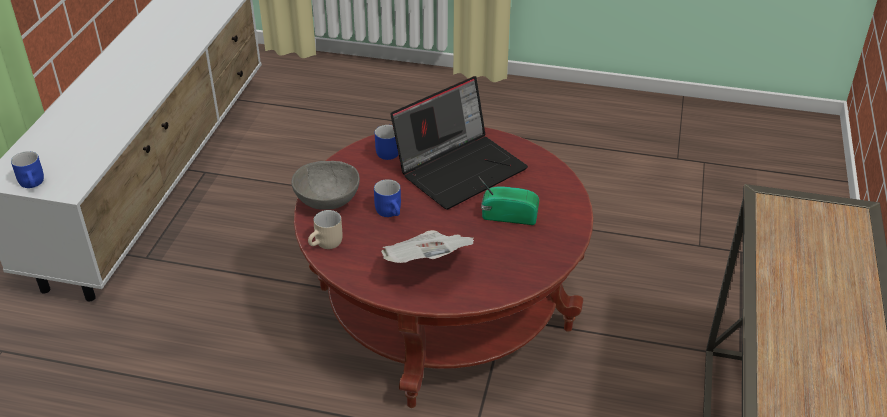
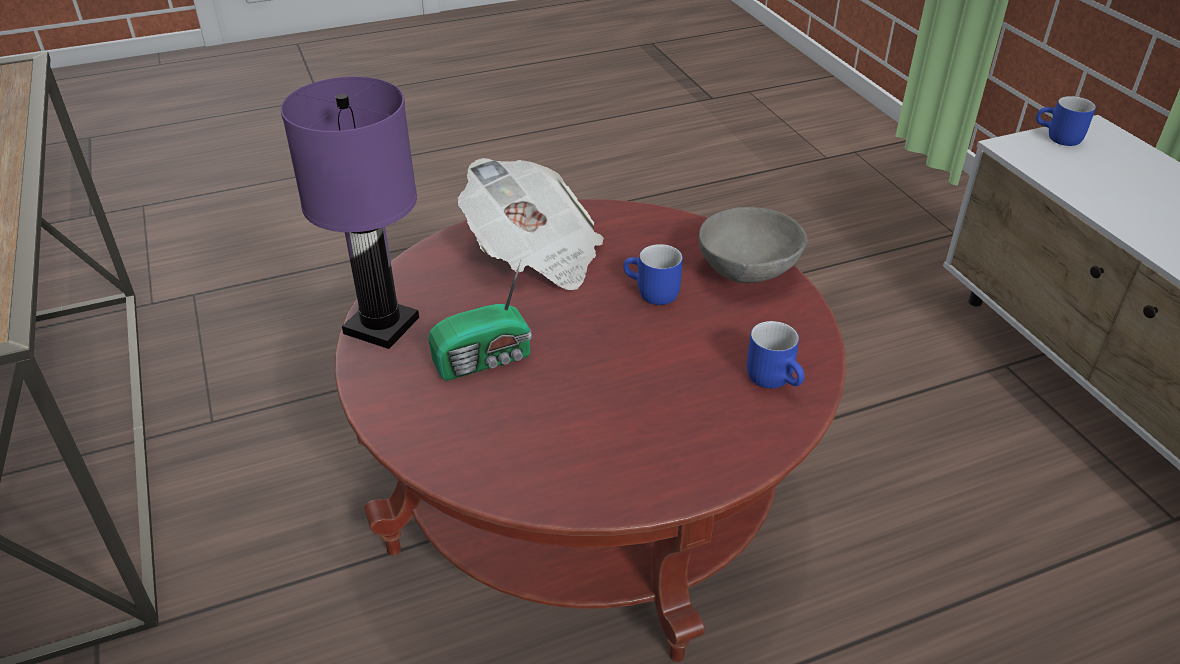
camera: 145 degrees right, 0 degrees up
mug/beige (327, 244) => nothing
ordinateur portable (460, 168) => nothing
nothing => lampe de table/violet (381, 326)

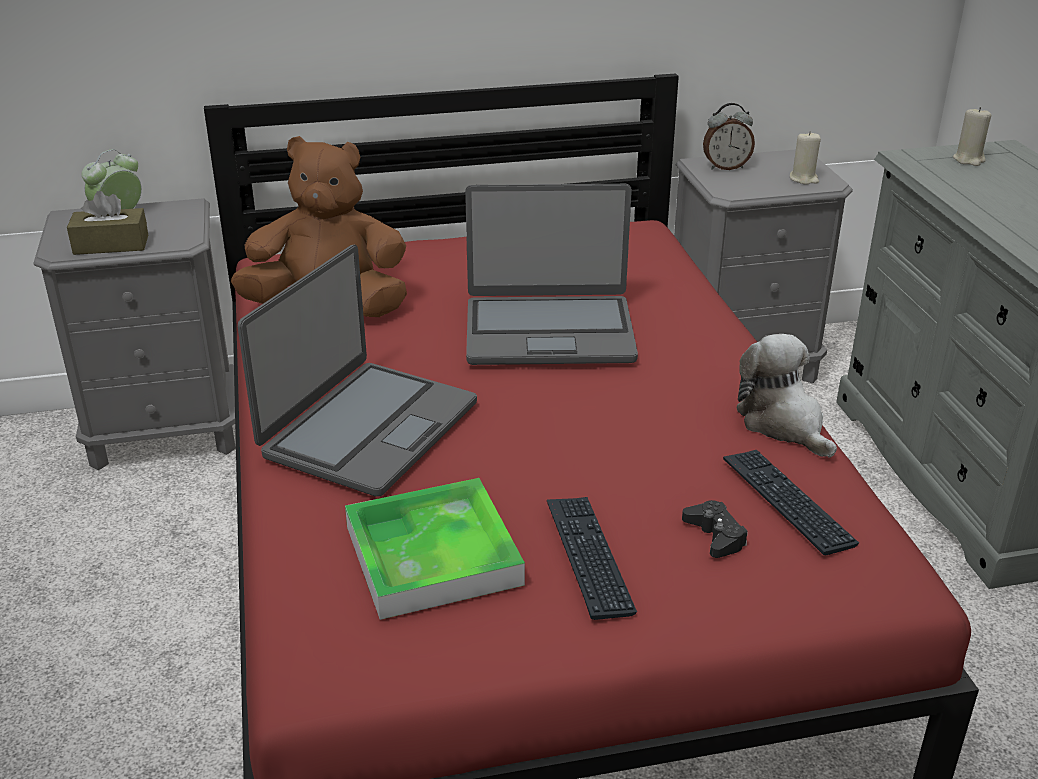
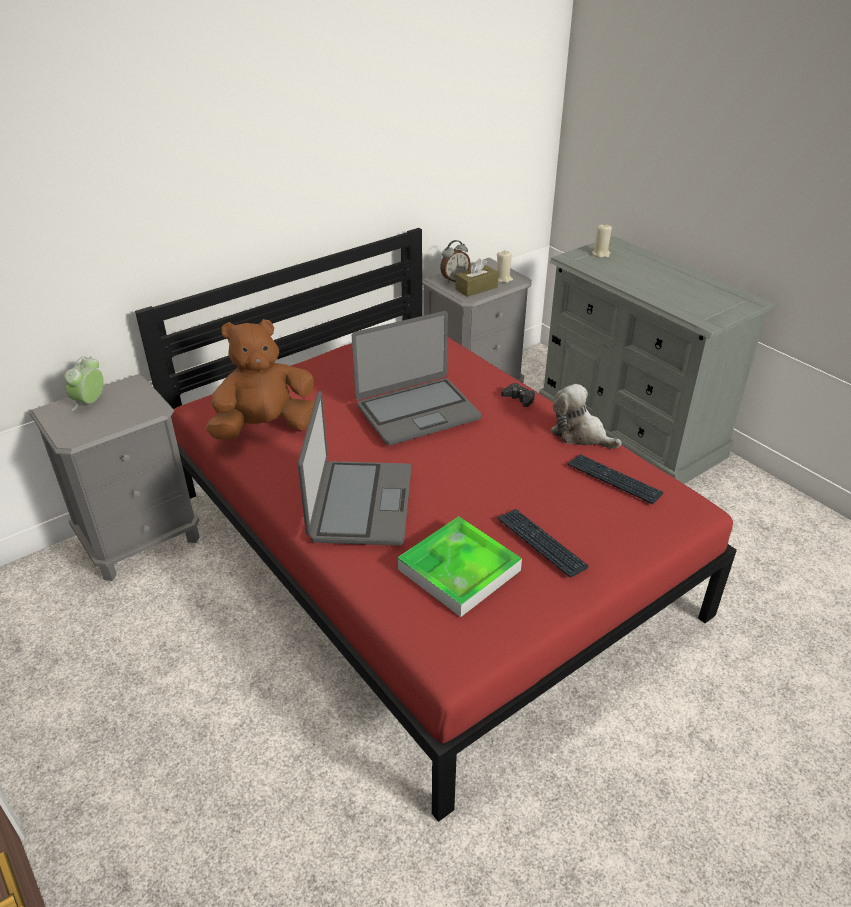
camera: 25 degrees left, 5 degrees up
boîte à mouchoirs/marron (111, 245) => boîte à mouchoirs/marron (476, 288), move
manette/noir (715, 536) => manette/noir (519, 399), move

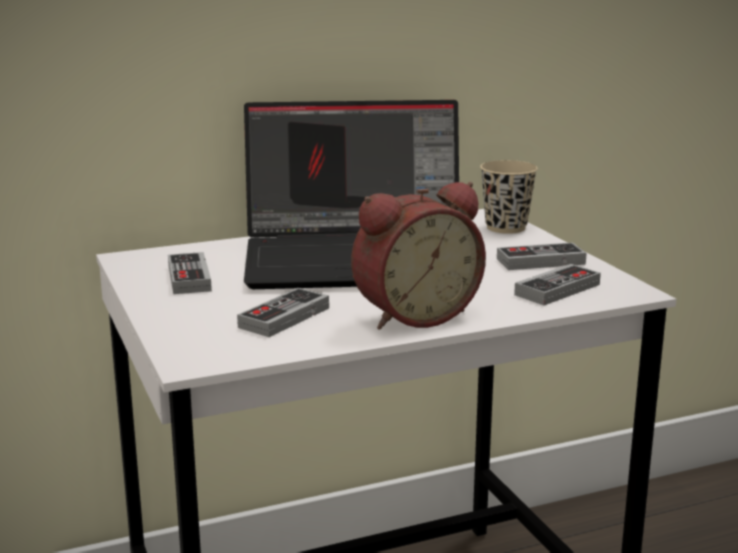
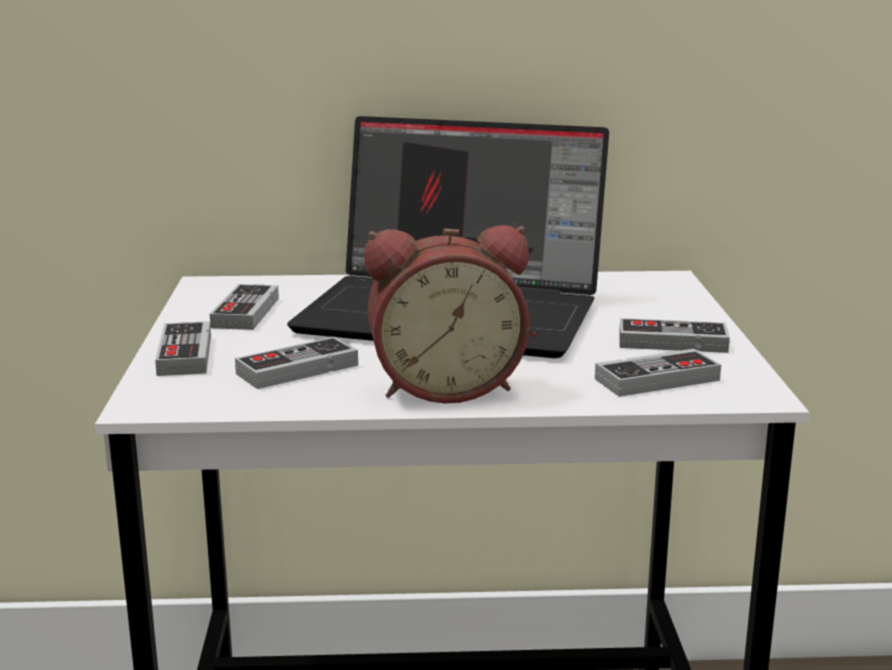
camera: 20 degrees right, 0 degrees up
tasse/beige (506, 227) => nothing
nothing => manette (185, 355)

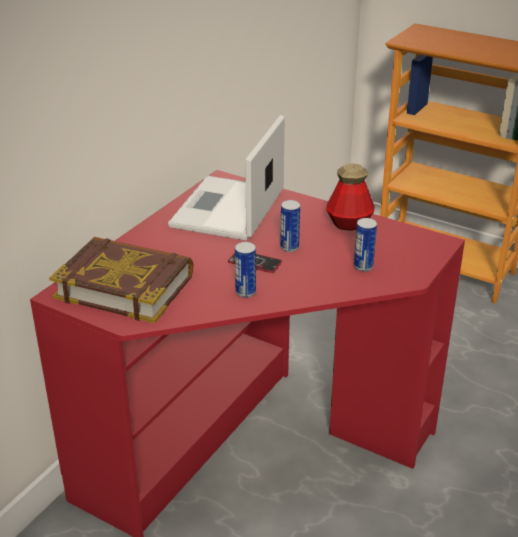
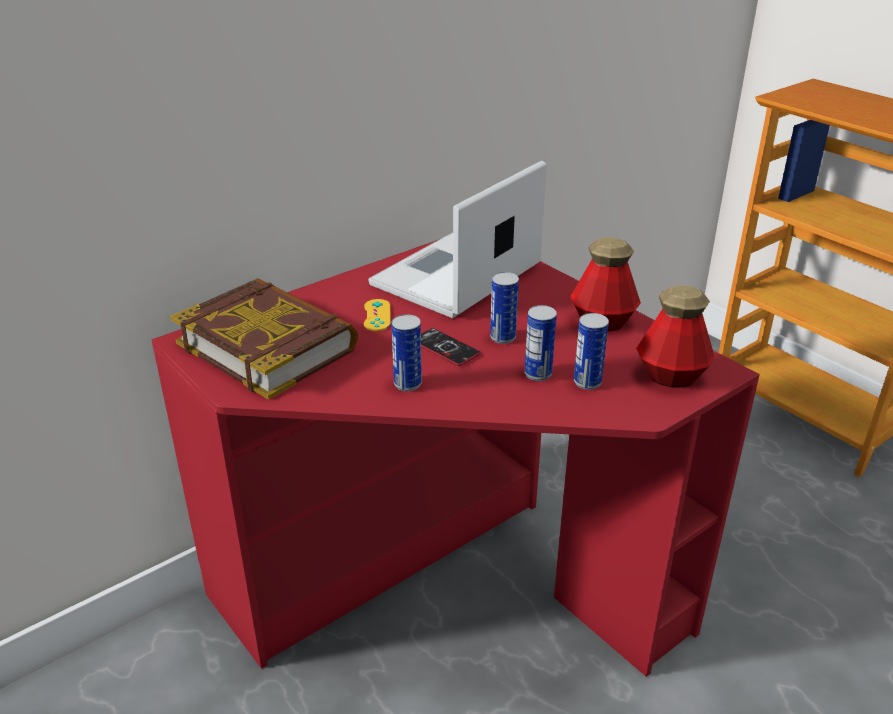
camera: 20 degrees right, 0 degrees up
nothing => manette/jaune (377, 315)
nothing => boîte métallique (538, 374)
nothing => bouteille (671, 376)

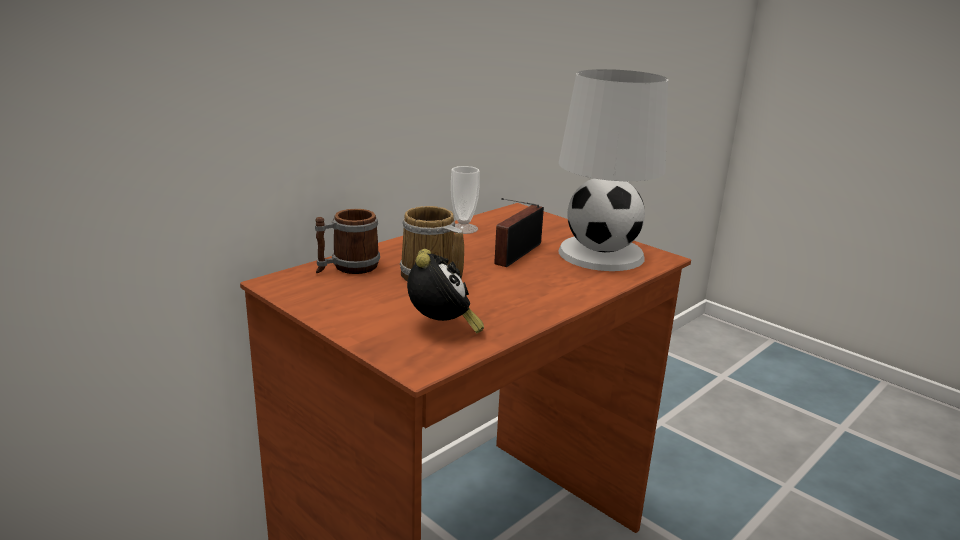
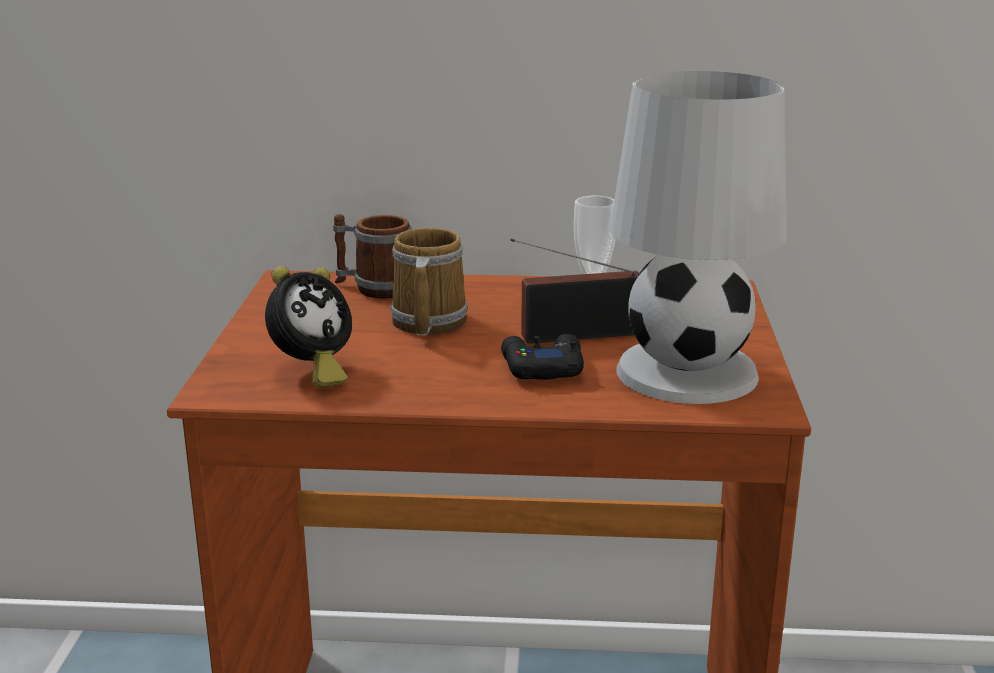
camera: 50 degrees right, 0 degrees up
nothing => manette/noir (541, 368)

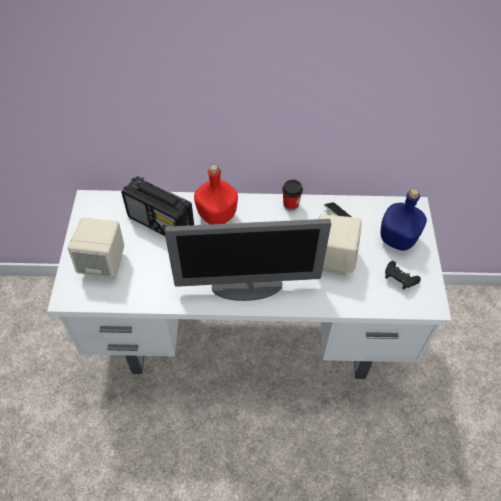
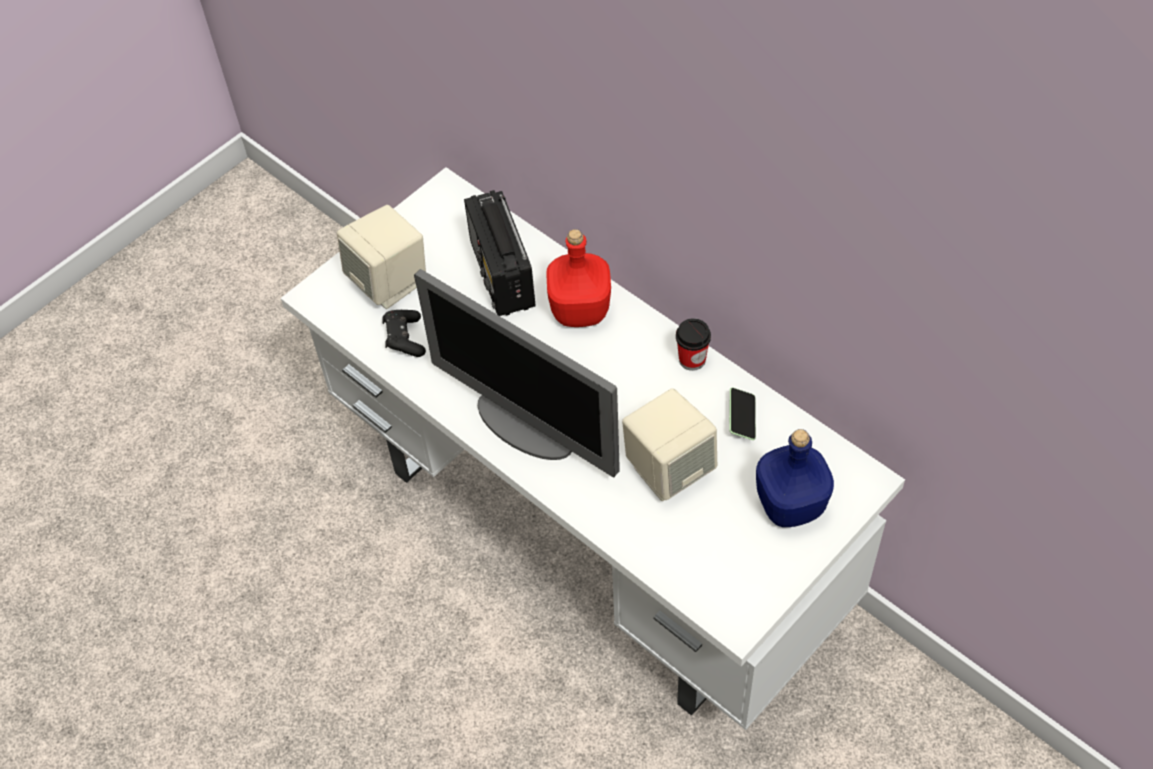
camera: 45 degrees right, 0 degrees up
manette/noir (399, 279) => manette/noir (404, 339), move

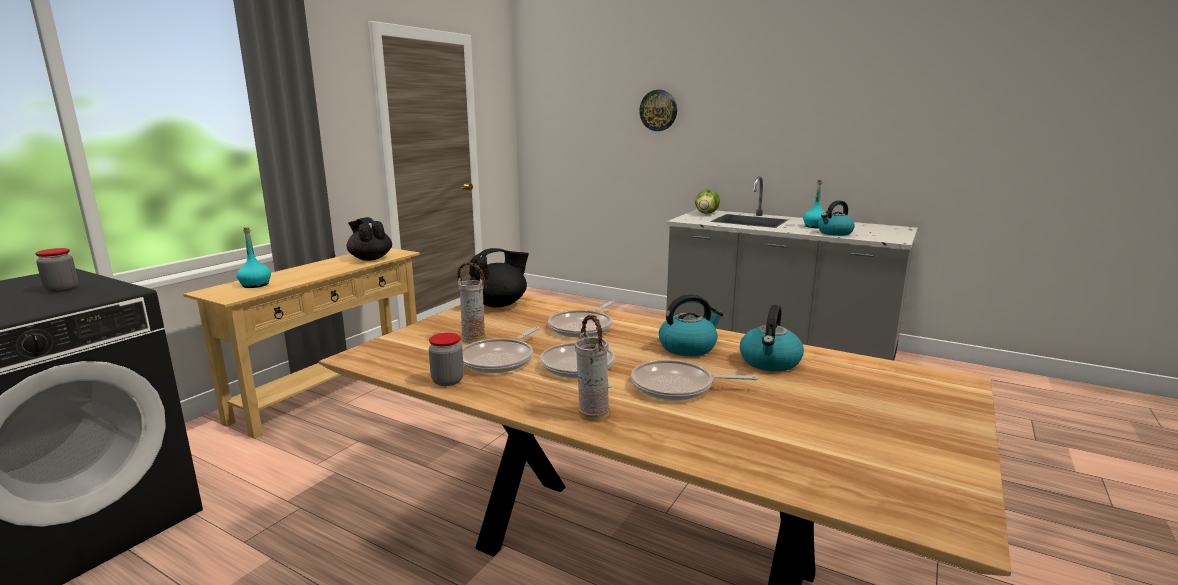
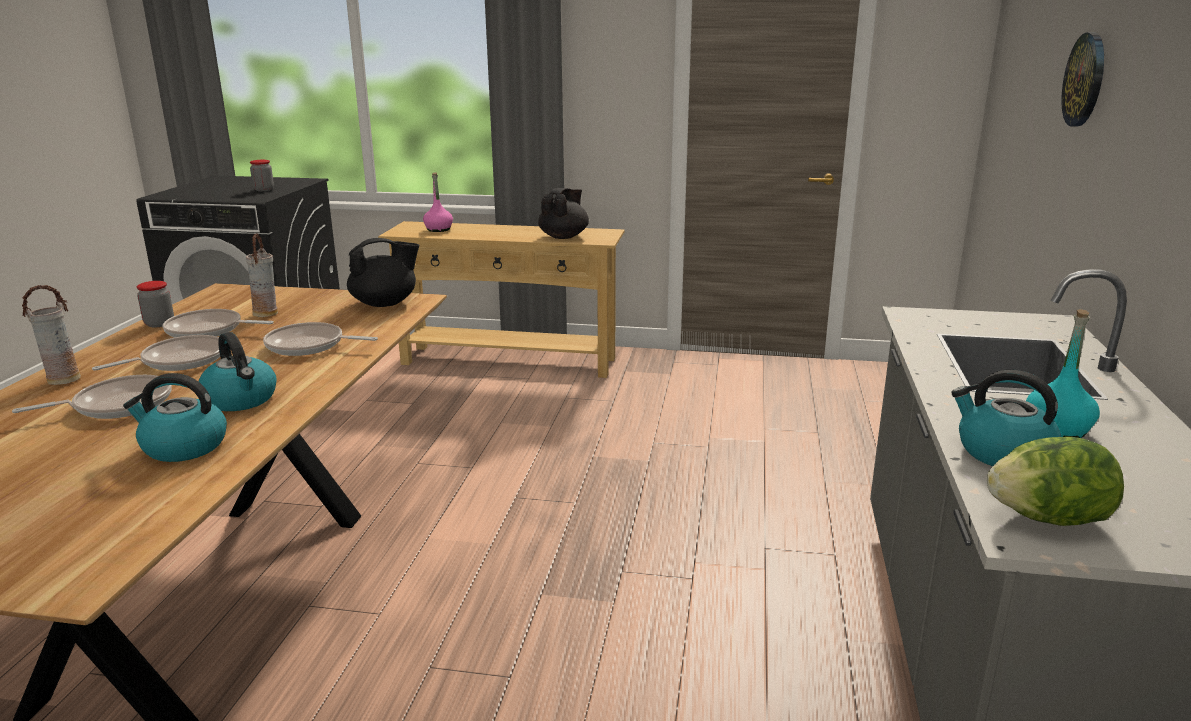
camera: 70 degrees right, 5 degrees up
laitue (706, 213) => laitue (1048, 519), move
bouteille/turquoise (255, 285) => bouteille/rose (438, 229)
théière/noir (499, 304) => théière/noir (385, 303), 60 degrees counterclockwise
poêle (677, 387) => poêle (117, 405), 75 degrees clockwise

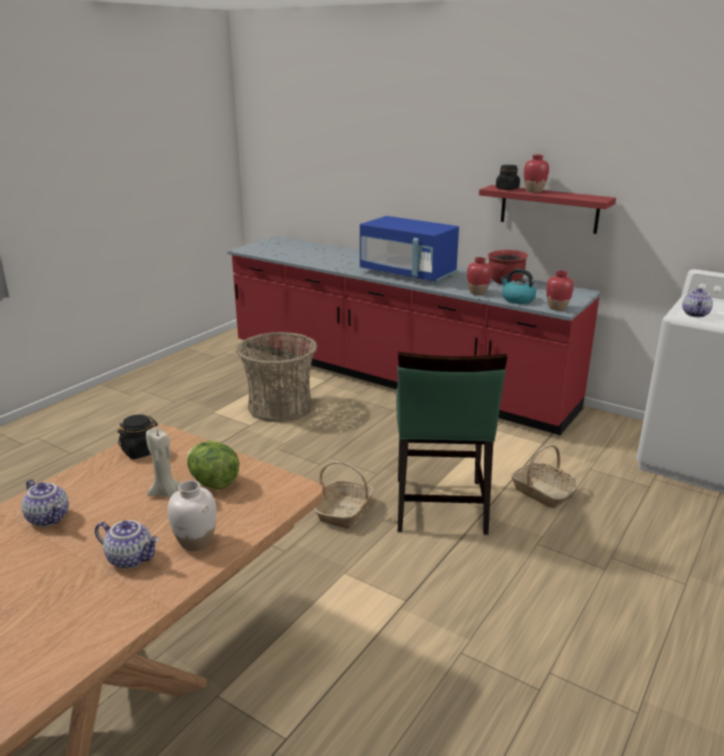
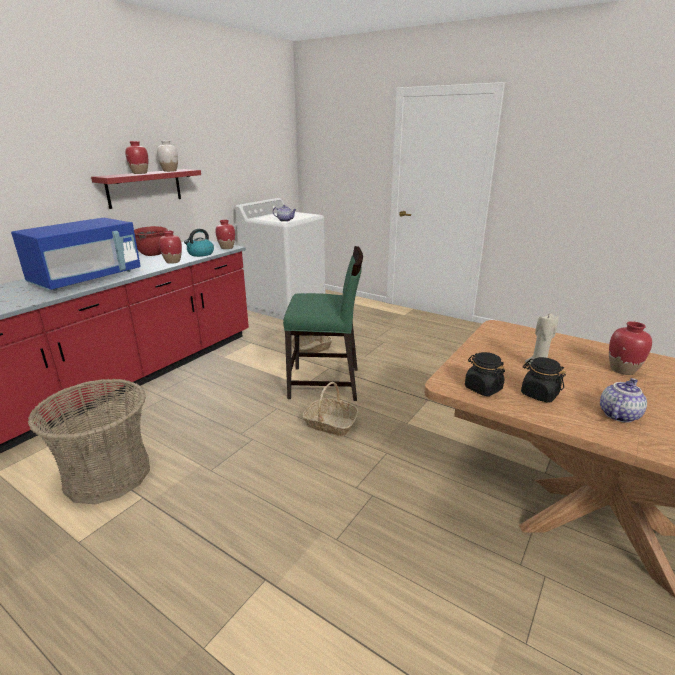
camera: 90 degrees left, 0 degrees up
laitue (213, 482) => nothing
vase/blanc (196, 542) => vase/blanc (170, 171), move
bocal/noir (507, 189) => bocal/noir (539, 394), move
théière (131, 558) => vase/rouge (622, 370)

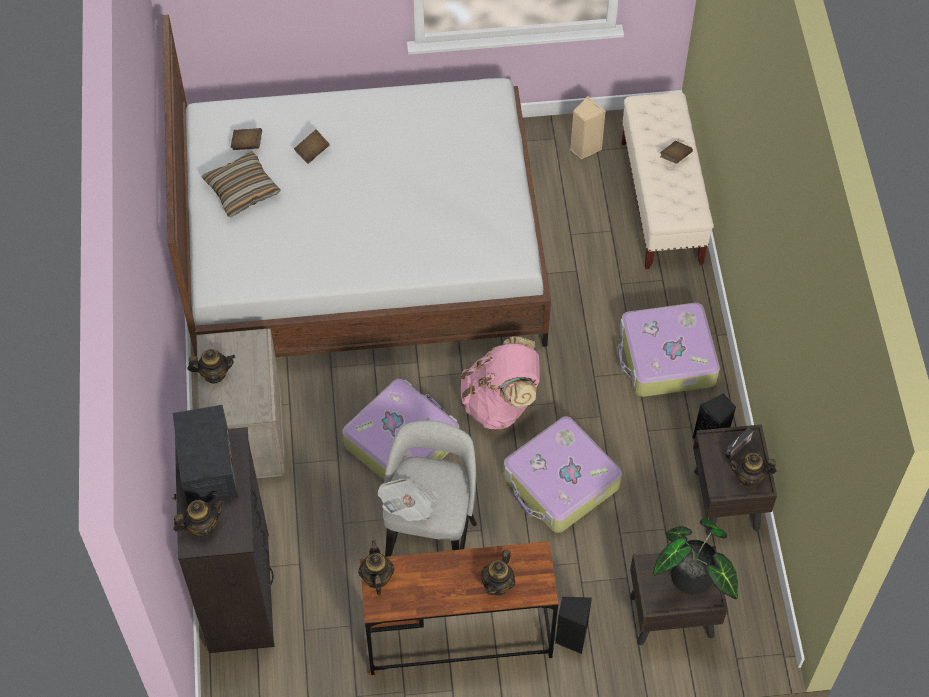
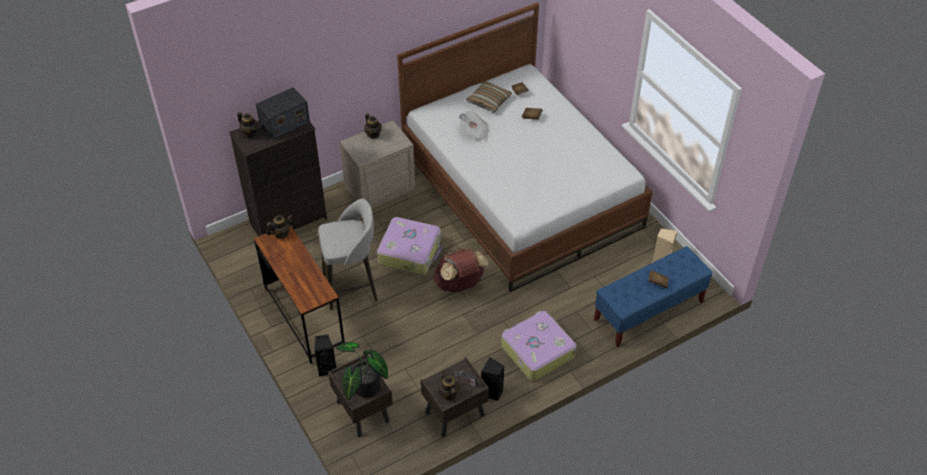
camera: 65 degrees right, 10 degrees down
théière (498, 584) => nothing
valise (560, 483) => nothing
journal (410, 506) => journal (474, 132), move
sac à dos/rose (500, 402) => sac à dos/marron (460, 284)
banc/beige (661, 202) => banc/bleu (648, 311)

